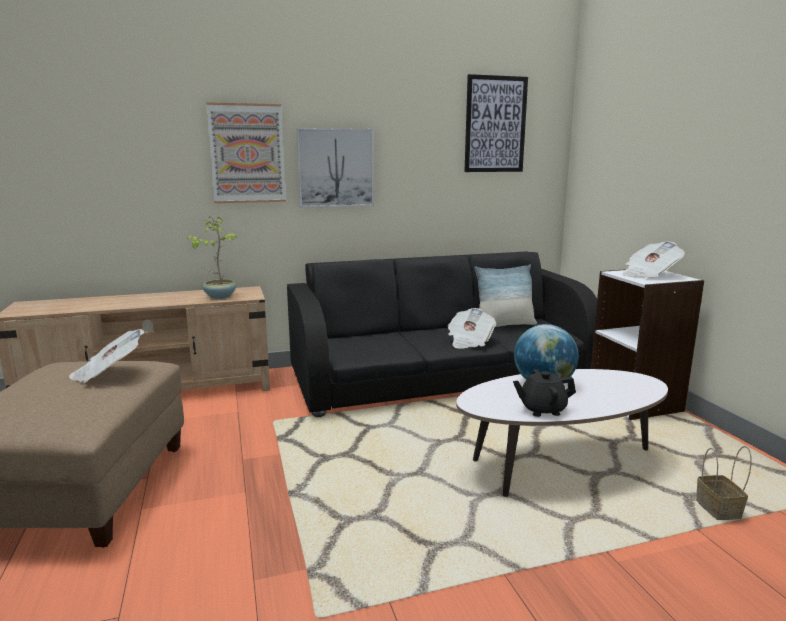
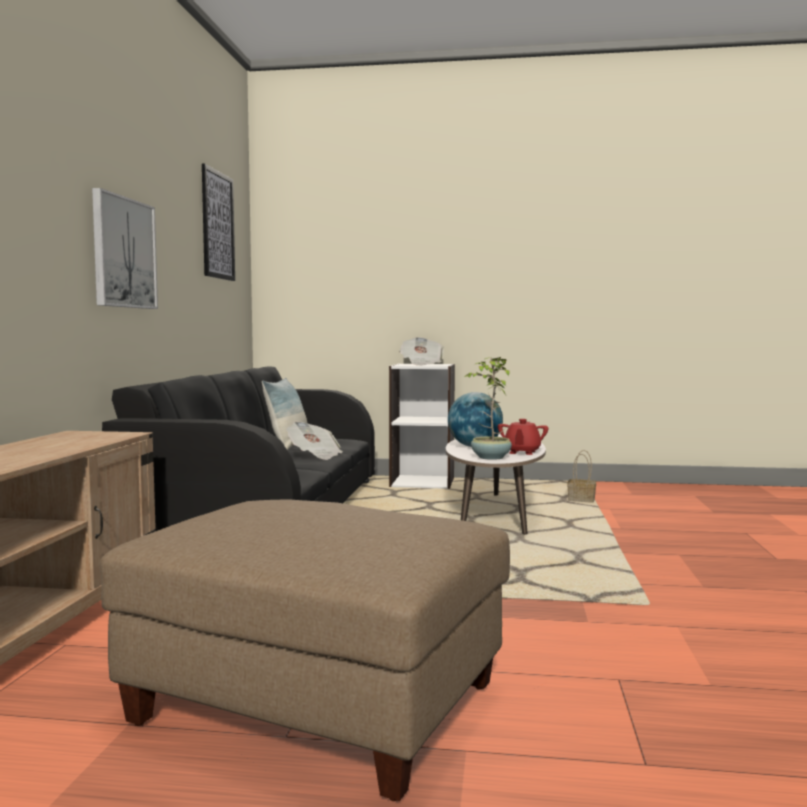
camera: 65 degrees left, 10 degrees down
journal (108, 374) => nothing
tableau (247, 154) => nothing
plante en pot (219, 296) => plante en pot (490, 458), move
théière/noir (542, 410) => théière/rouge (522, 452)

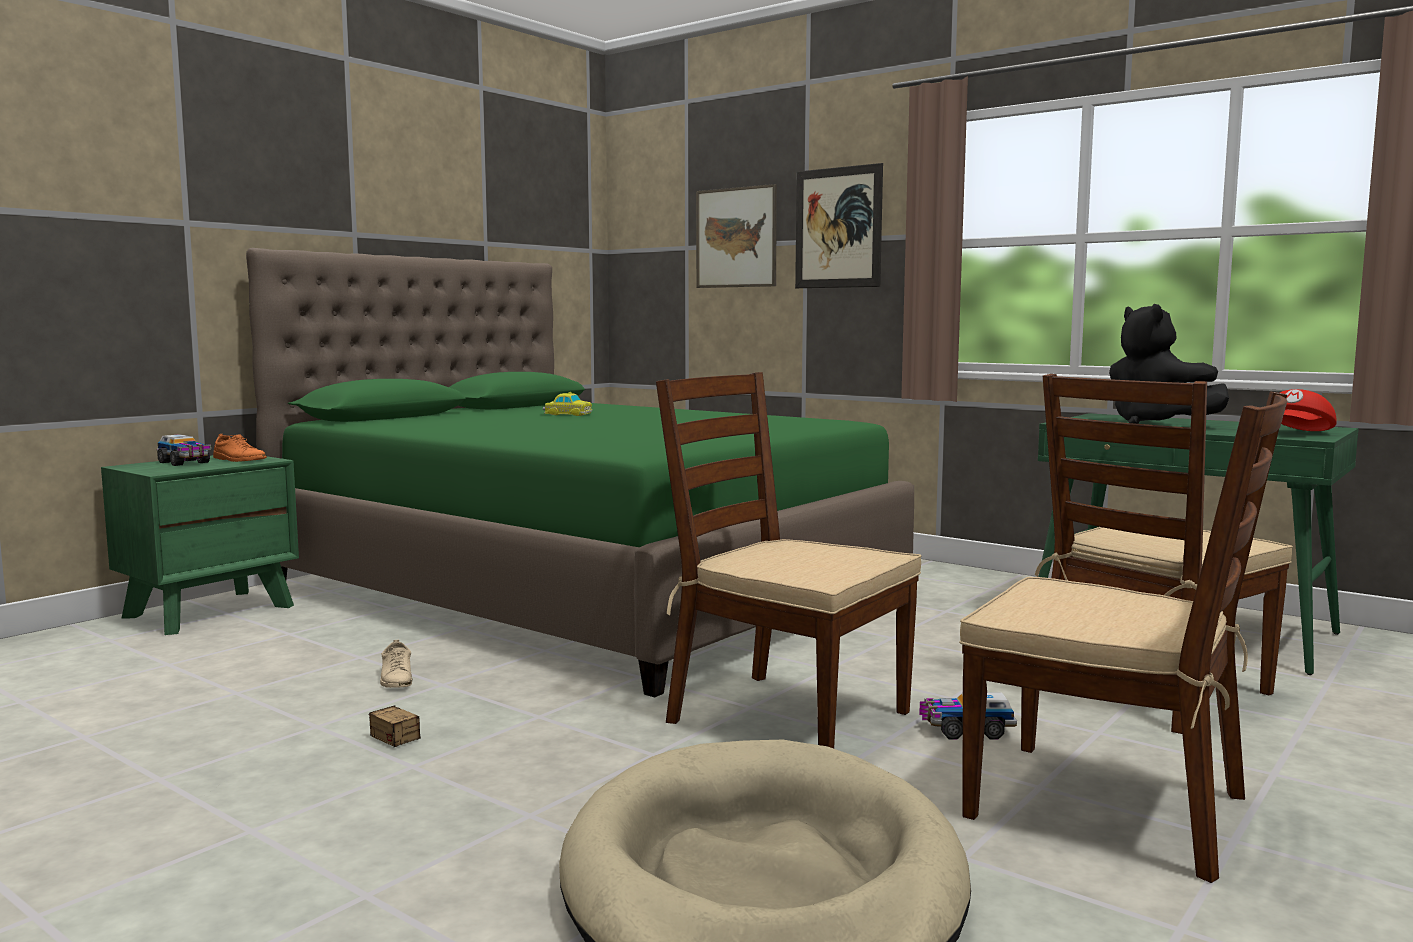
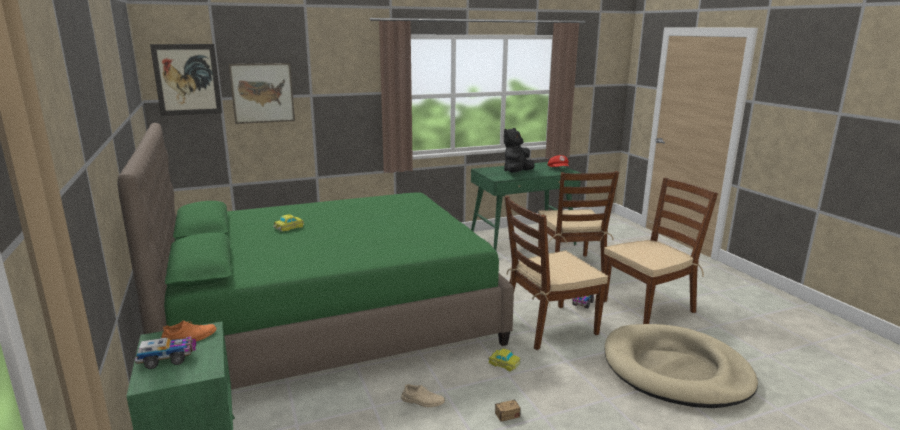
camera: 60 degrees left, 10 degrees up
nothing => petite voiture (503, 363)
tableau (838, 228) => tableau (187, 79), move
peluche/noir (1156, 424) => peluche/noir (517, 172), 120 degrees clockwise

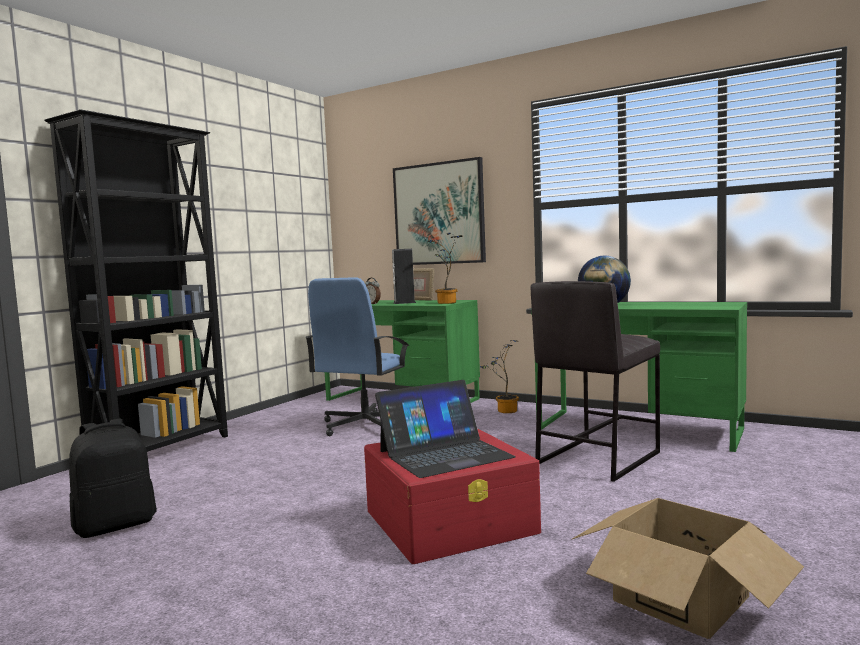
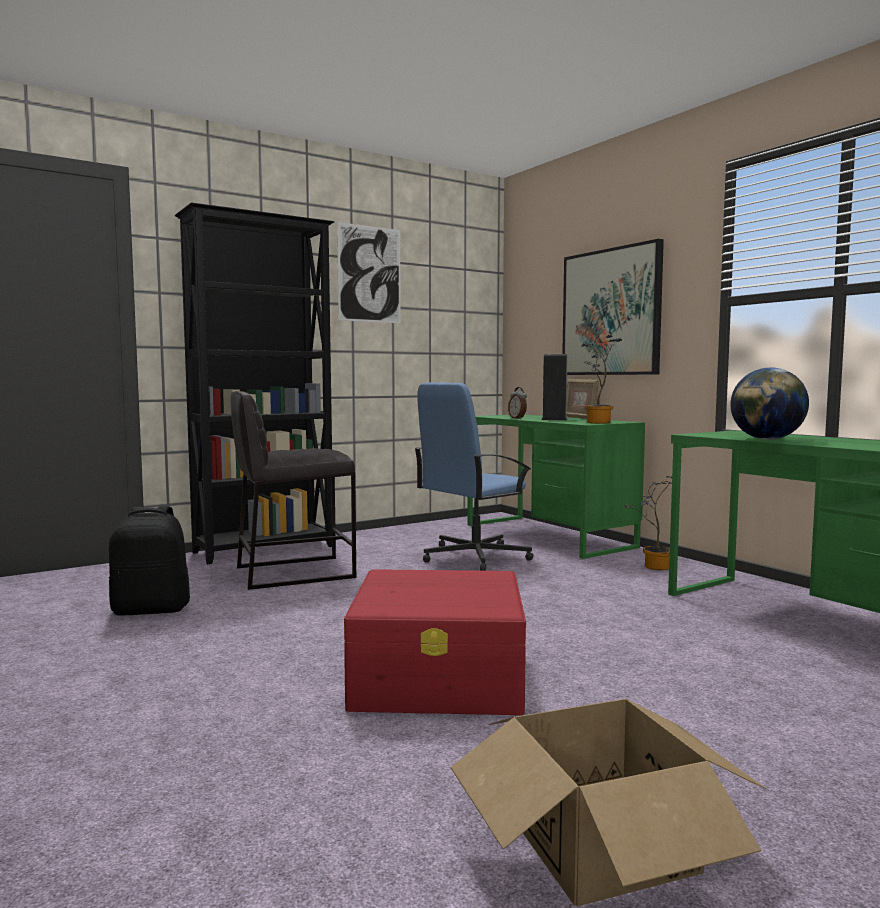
camera: 25 degrees right, 0 degrees up
ordinateur portable (444, 454) => nothing
nothing => tableau (369, 274)
tabouret/gris (596, 458) => tabouret/gris (293, 572), move

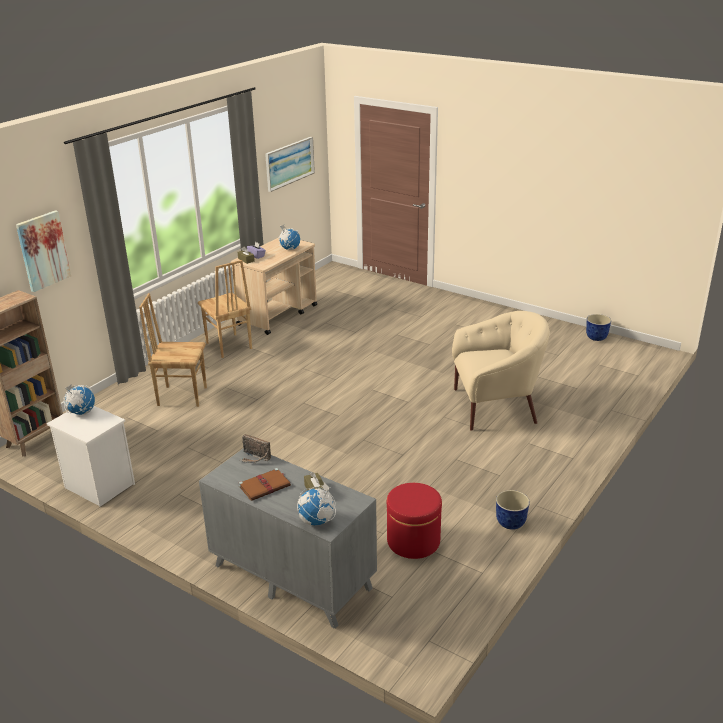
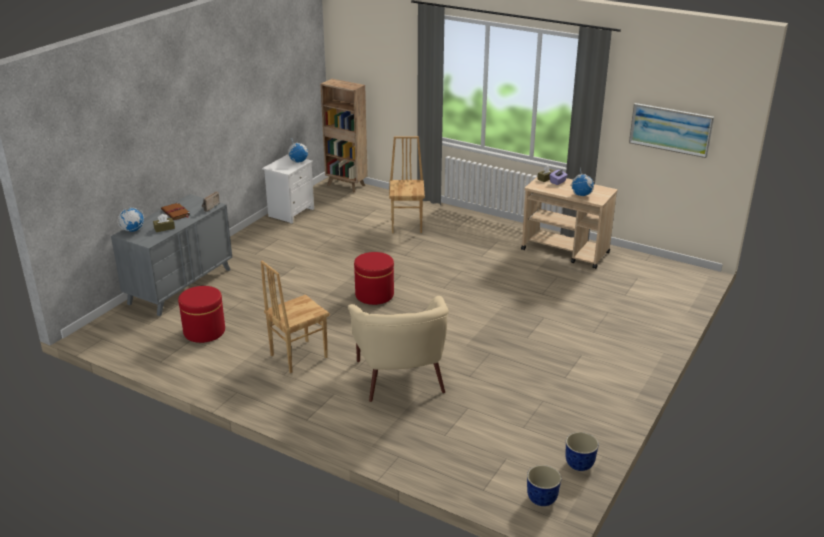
camera: 85 degrees right, 0 degrees up
tableau (43, 250) => nothing
nothing => pouf/rouge (374, 295)
chaise/marron (228, 346) => chaise/marron (298, 356), move
cache-pot (511, 523) => cache-pot (541, 499), move

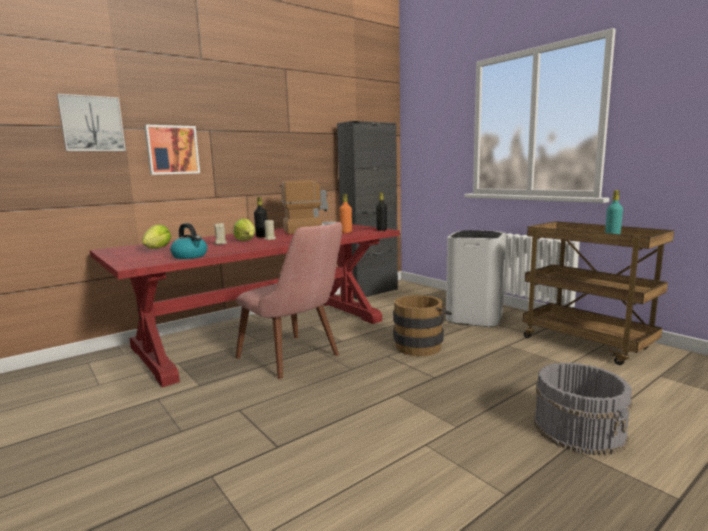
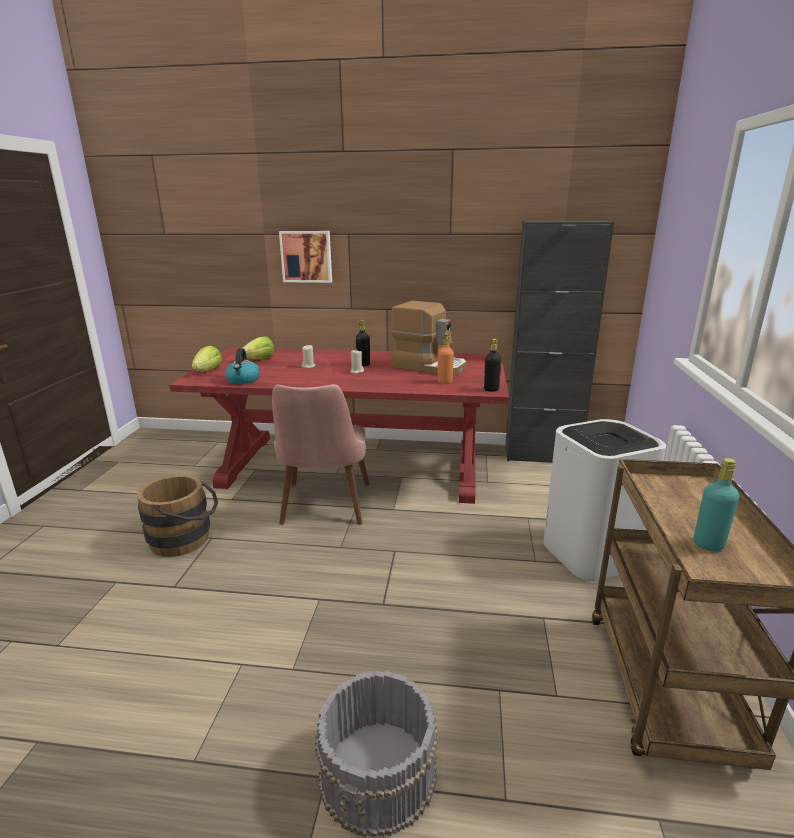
camera: 45 degrees right, 10 degrees up
tableau (92, 124) => nothing
laitue (246, 240) => laitue (208, 371), move
seau/marron (420, 345) => seau/marron (186, 539), move

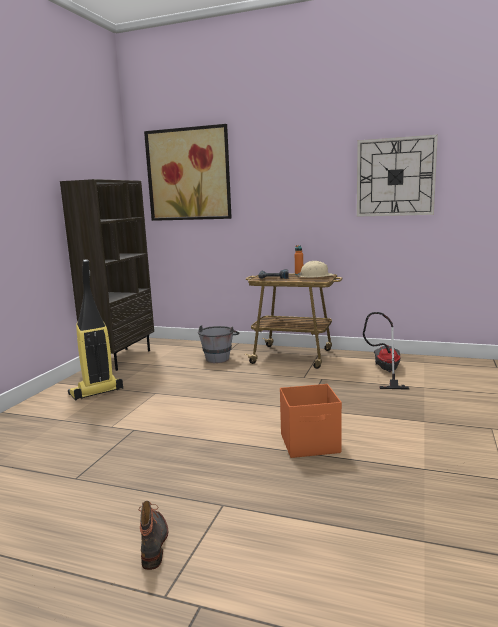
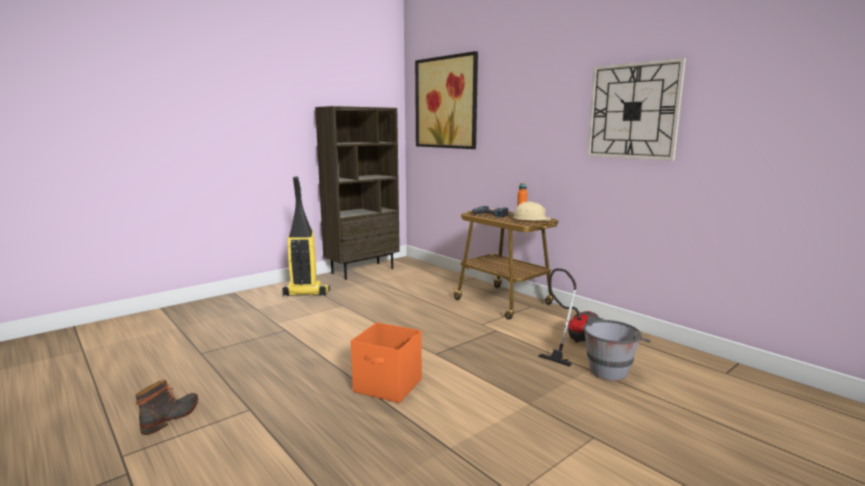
camera: 30 degrees right, 0 degrees up
seau/gris (219, 357) => seau/gris (612, 369), move

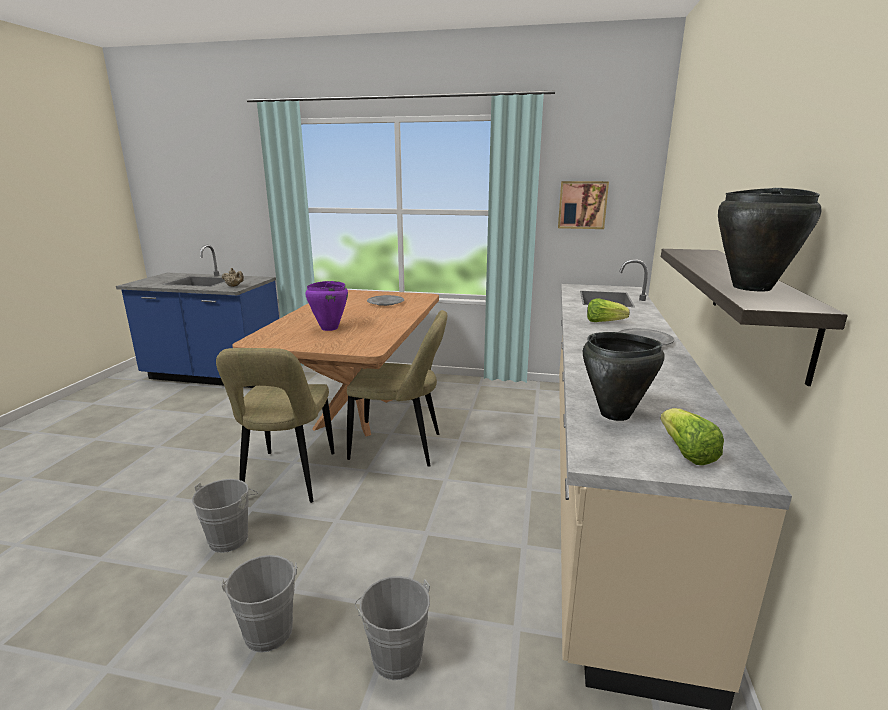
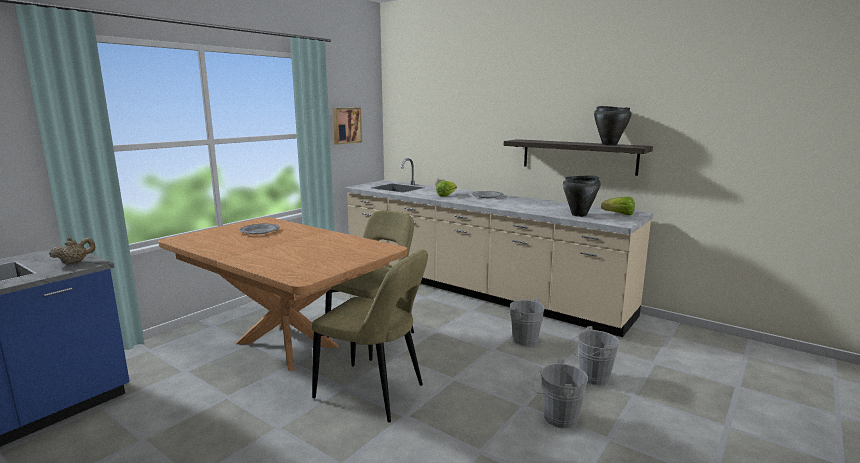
camera: 65 degrees left, 5 degrees down
marmite/violet (329, 328) => nothing
seau/gris (231, 537) => seau/gris (522, 339), move

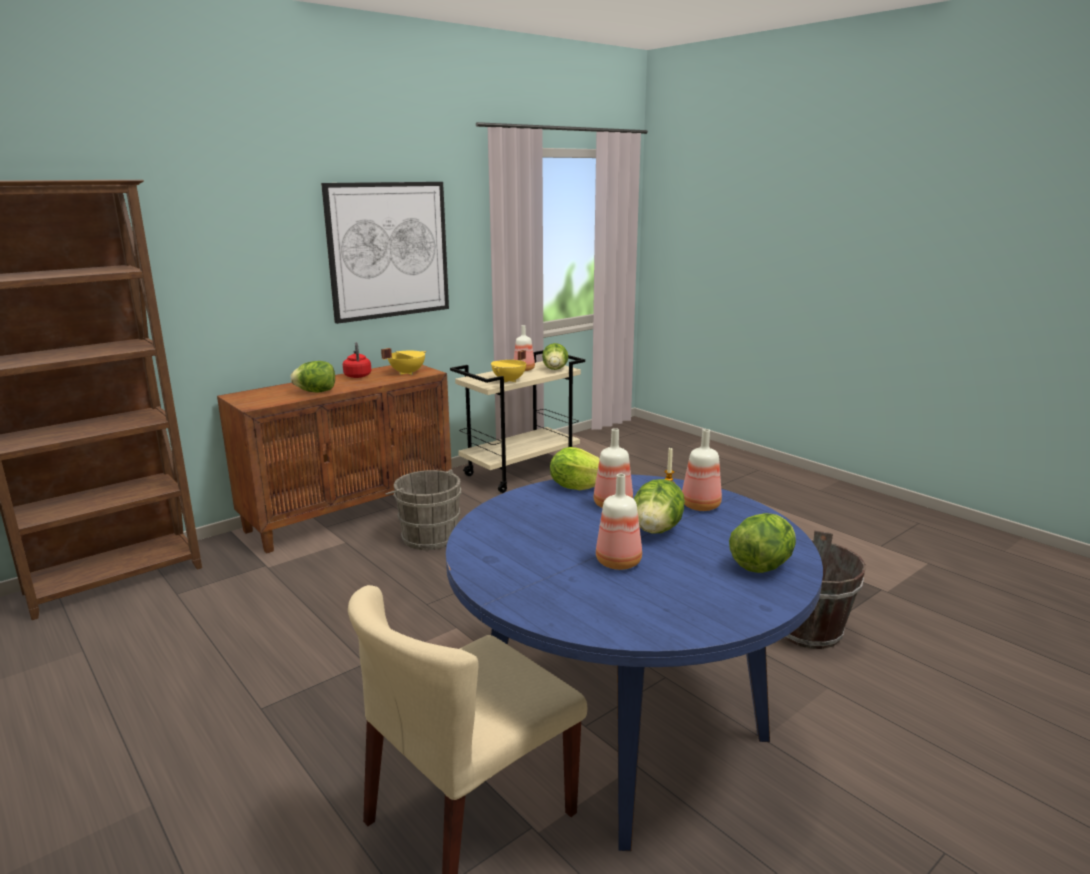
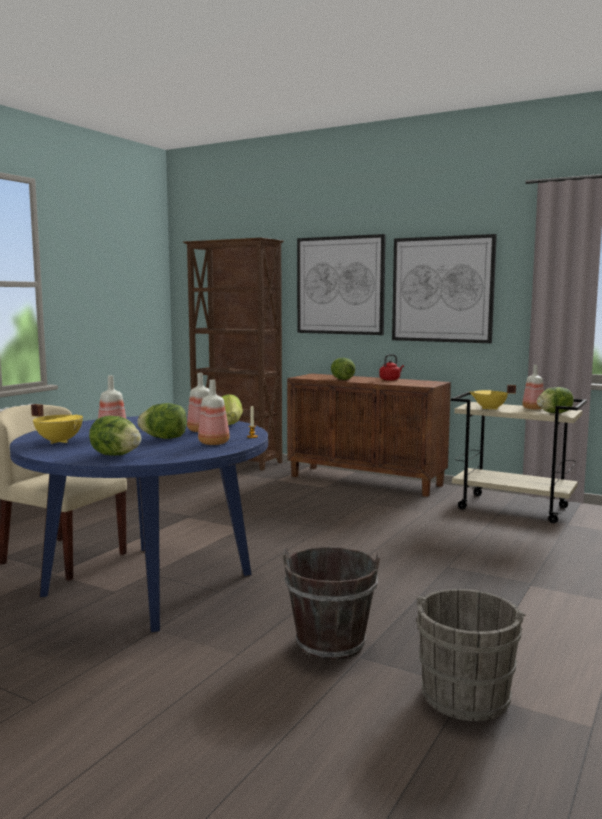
camera: 70 degrees right, 10 degrees down
nothing => tableau (340, 285)
marmite/jaune (406, 373) => marmite/jaune (59, 441), move
seau/gris (427, 536) => seau/gris (466, 693), move

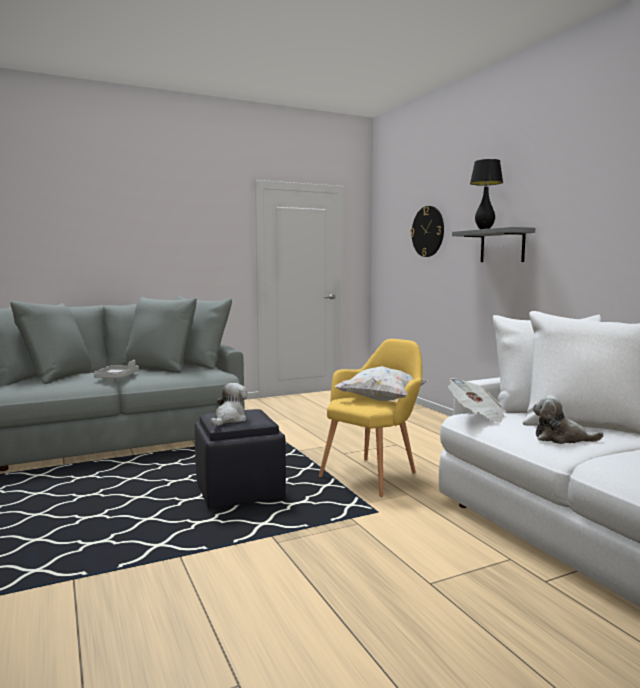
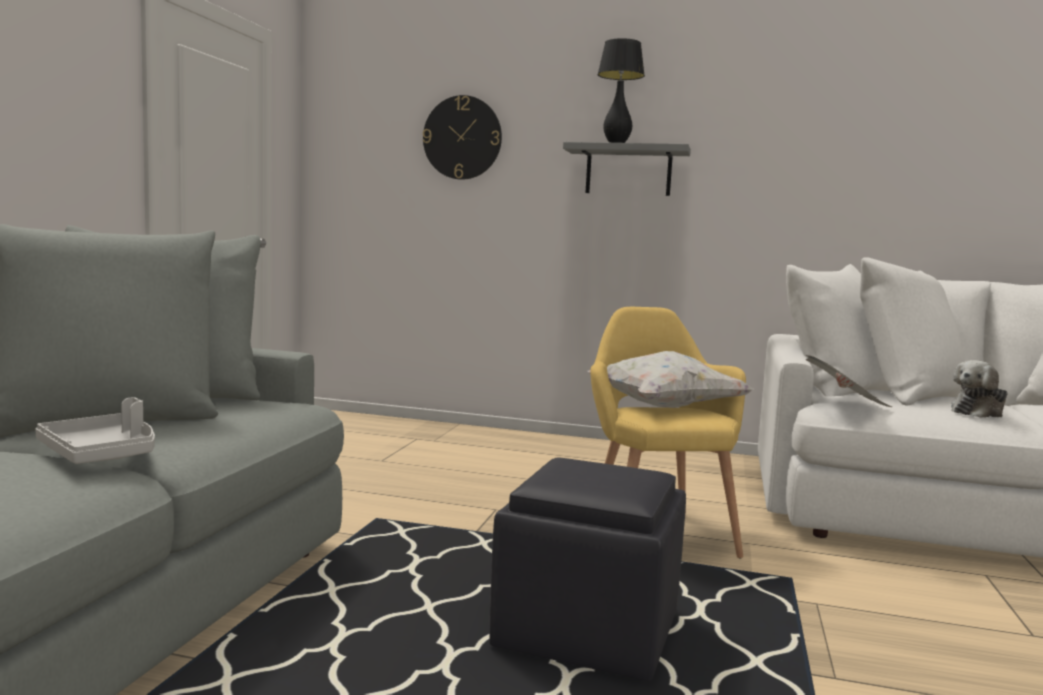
camera: 50 degrees left, 0 degrees up
peluche (229, 419) => nothing

